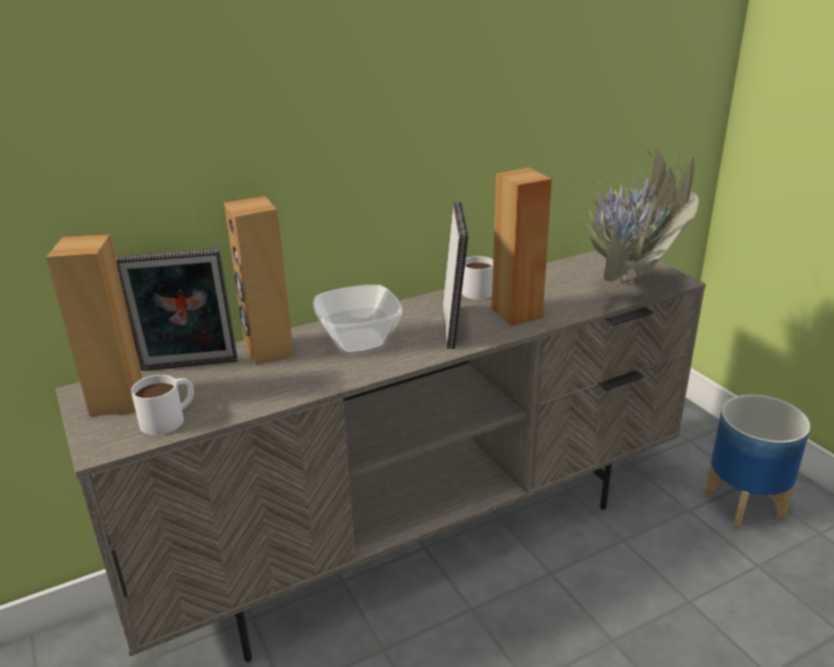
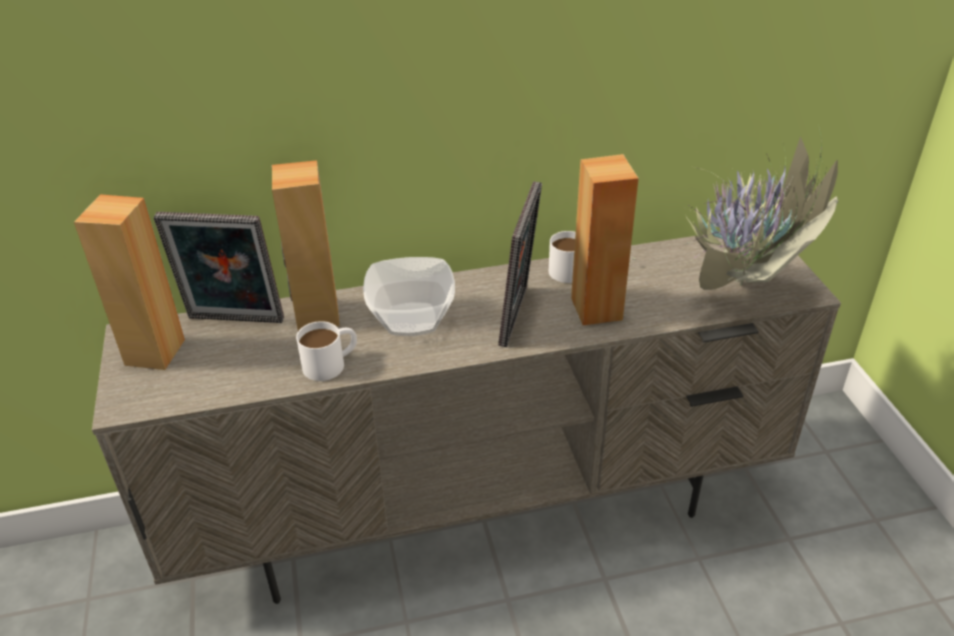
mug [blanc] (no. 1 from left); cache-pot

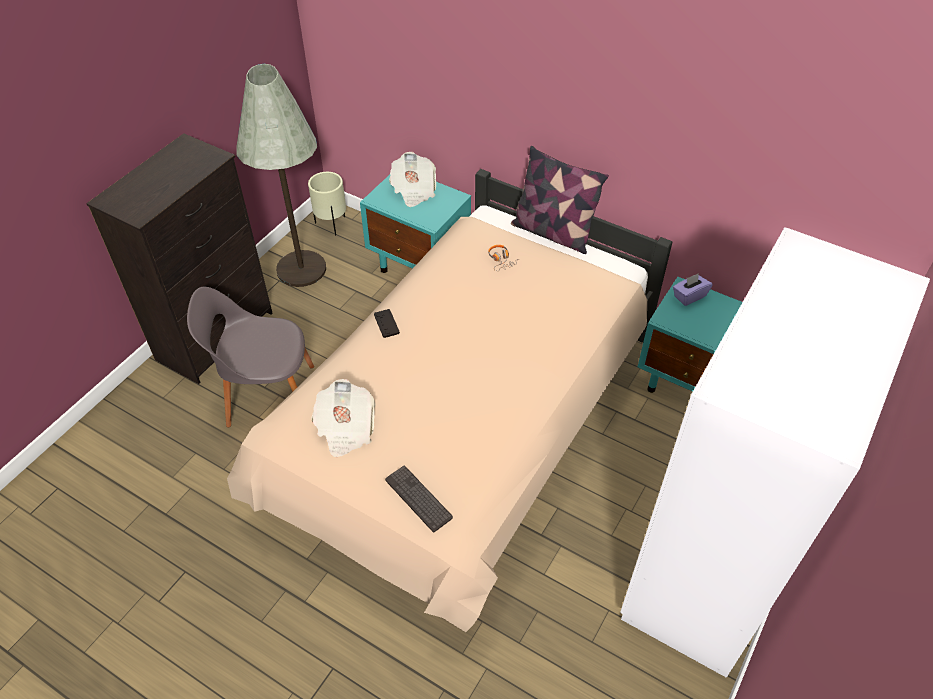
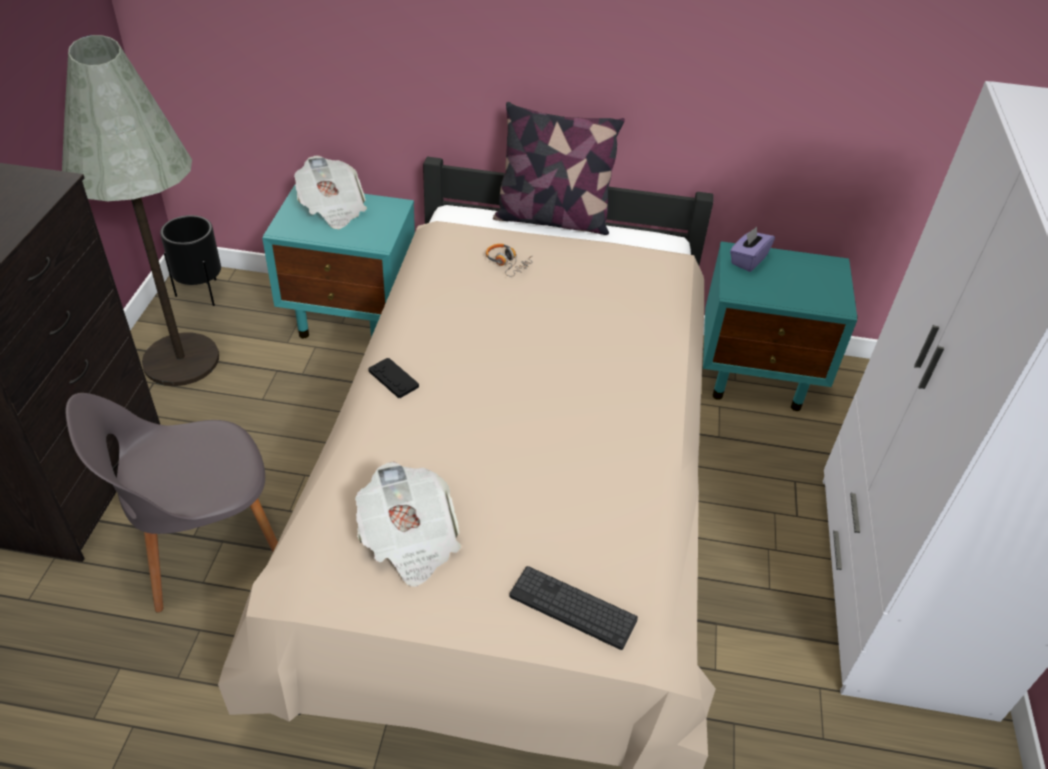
cache-pot [noir]

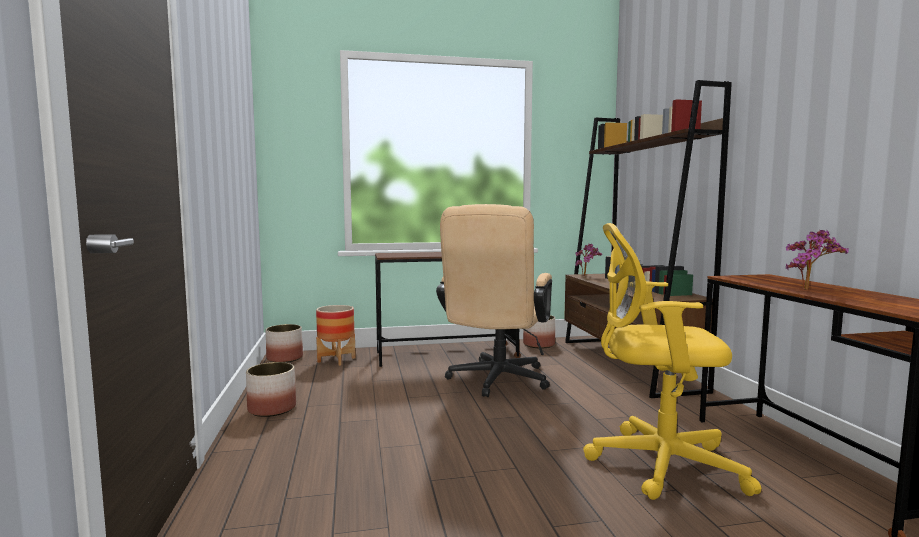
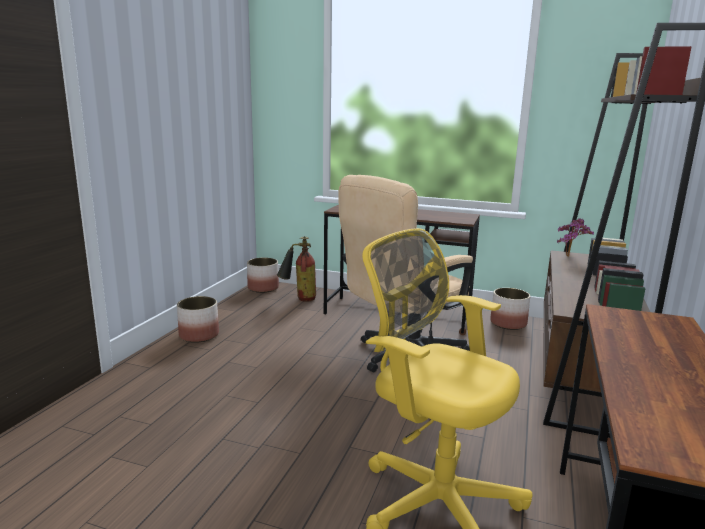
plante en pot (no. 2 from left in the first image); extincteur

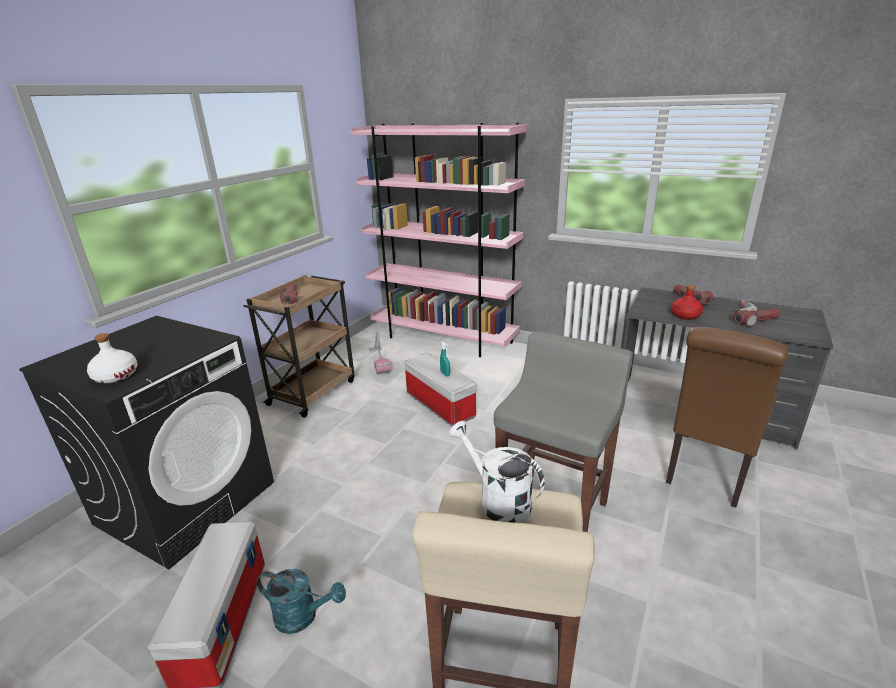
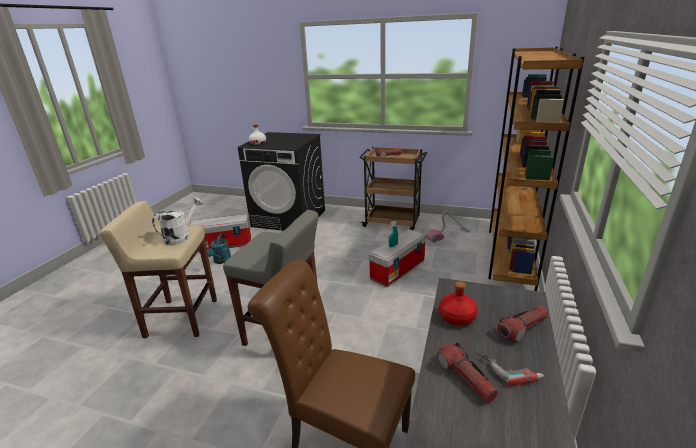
bibliothèque [marron]

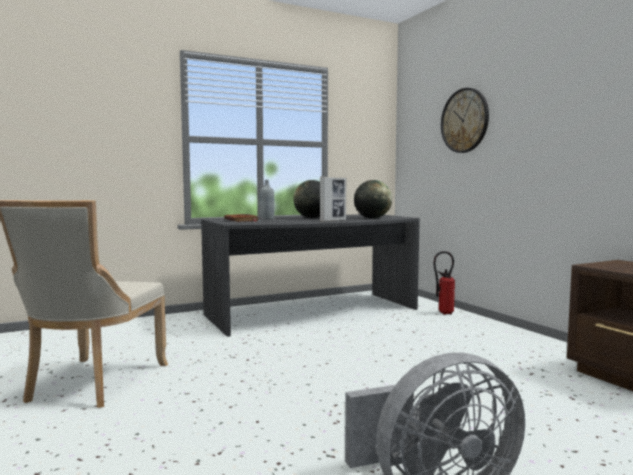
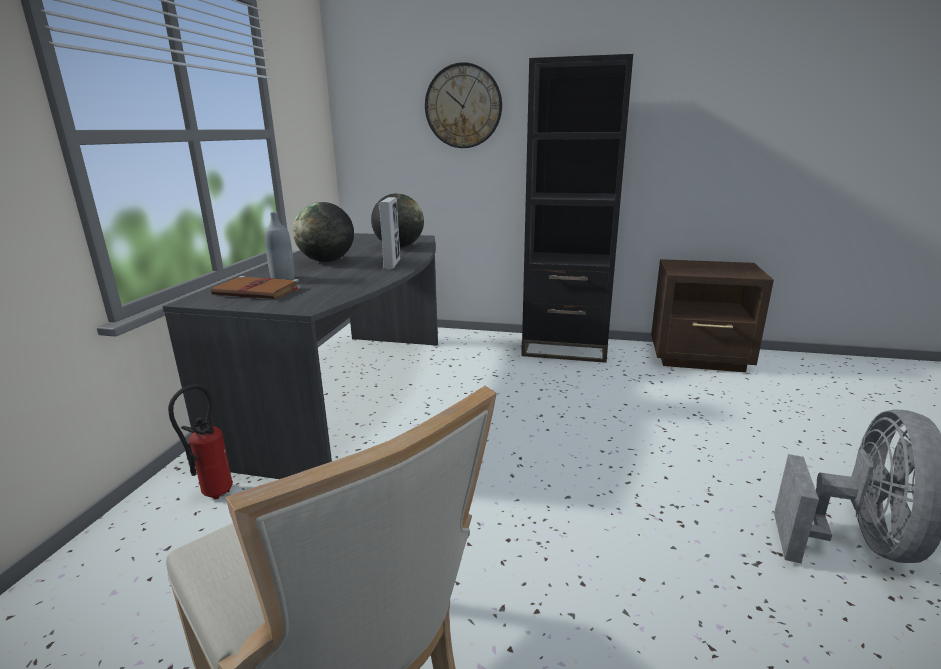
extincteur; bibliothèque [noir]

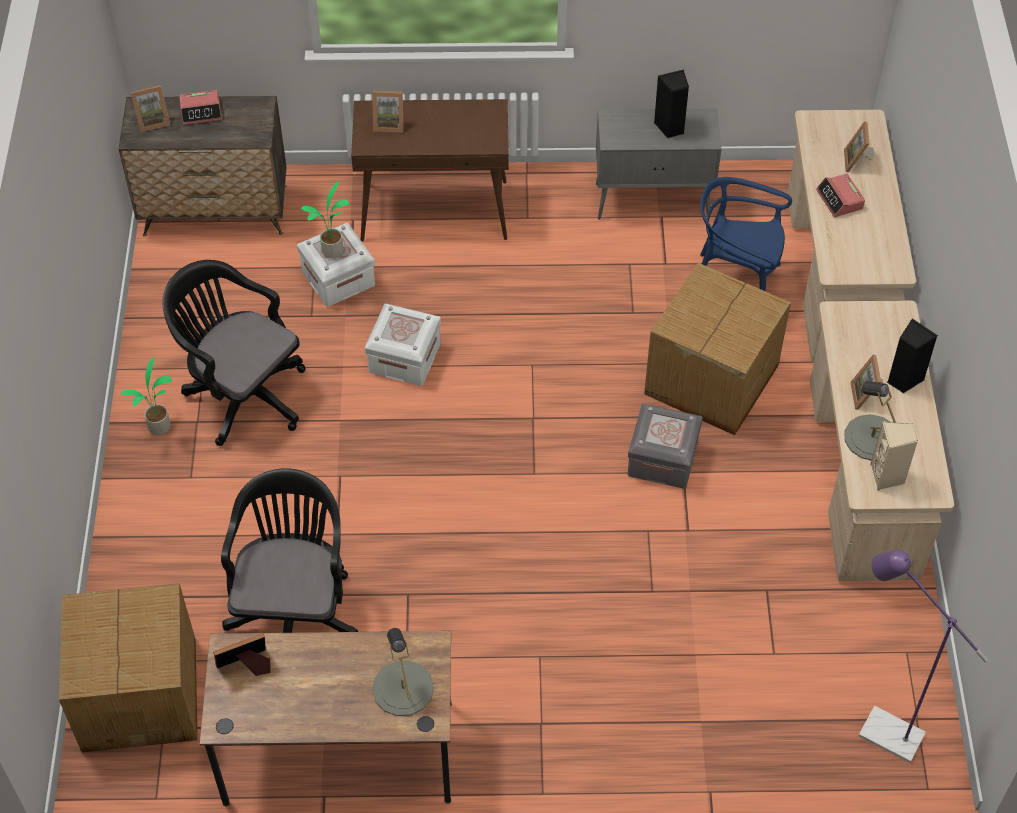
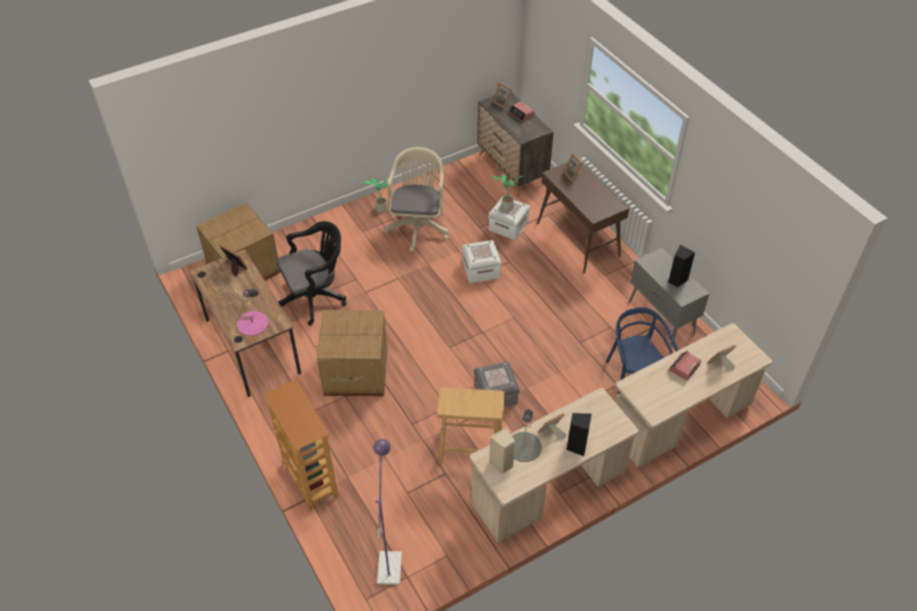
chaise de bureau [beige]; carton (no. 2 from left); lampe de table [rose]; bibliothèque; tabouret [beige]

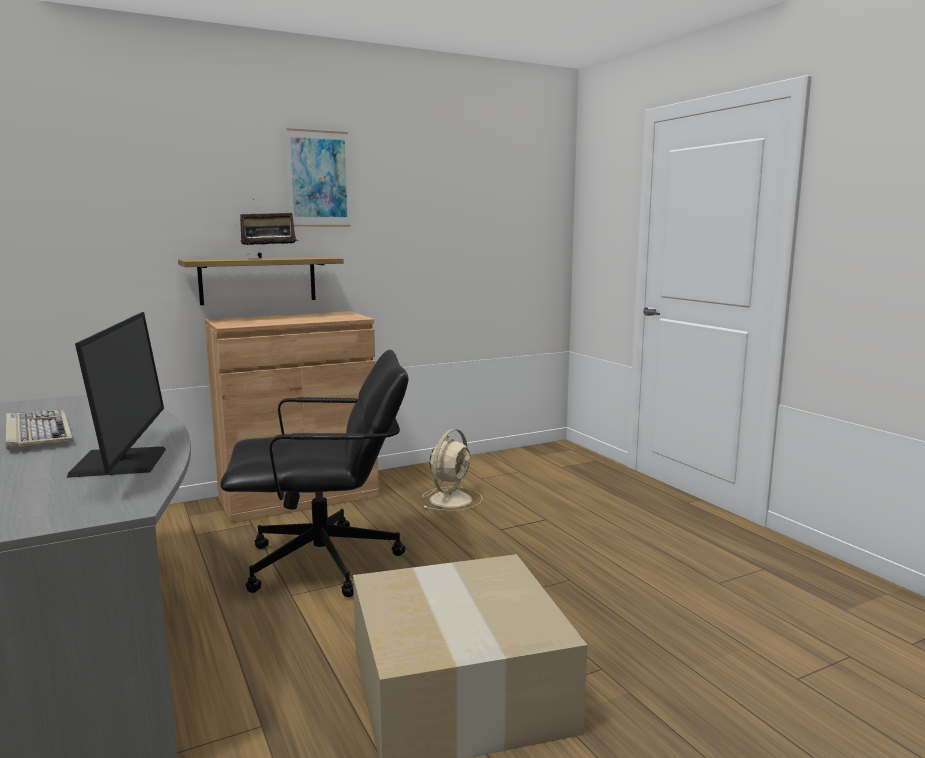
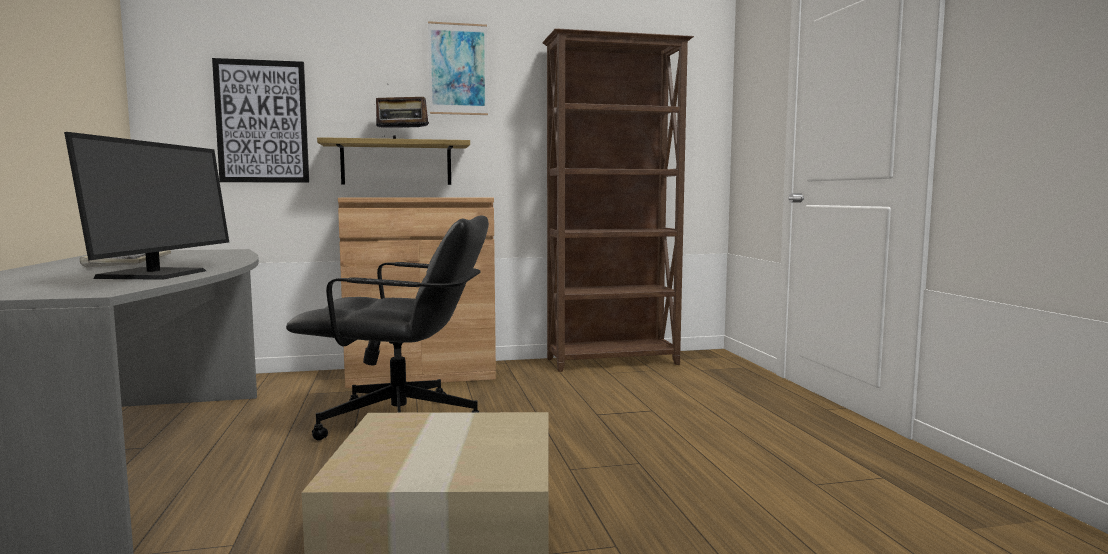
ventilateur [beige]; bibliothèque [marron]; tableau (no. 1 from left)

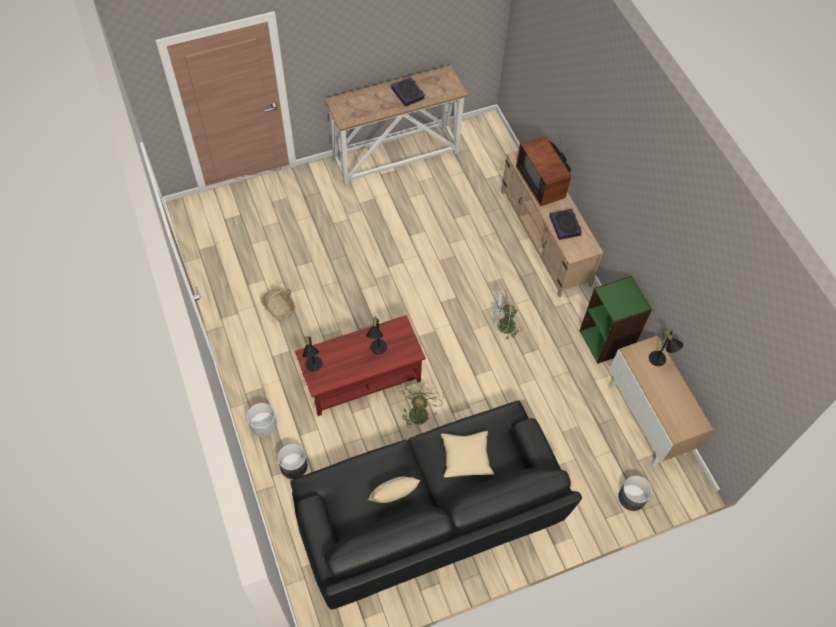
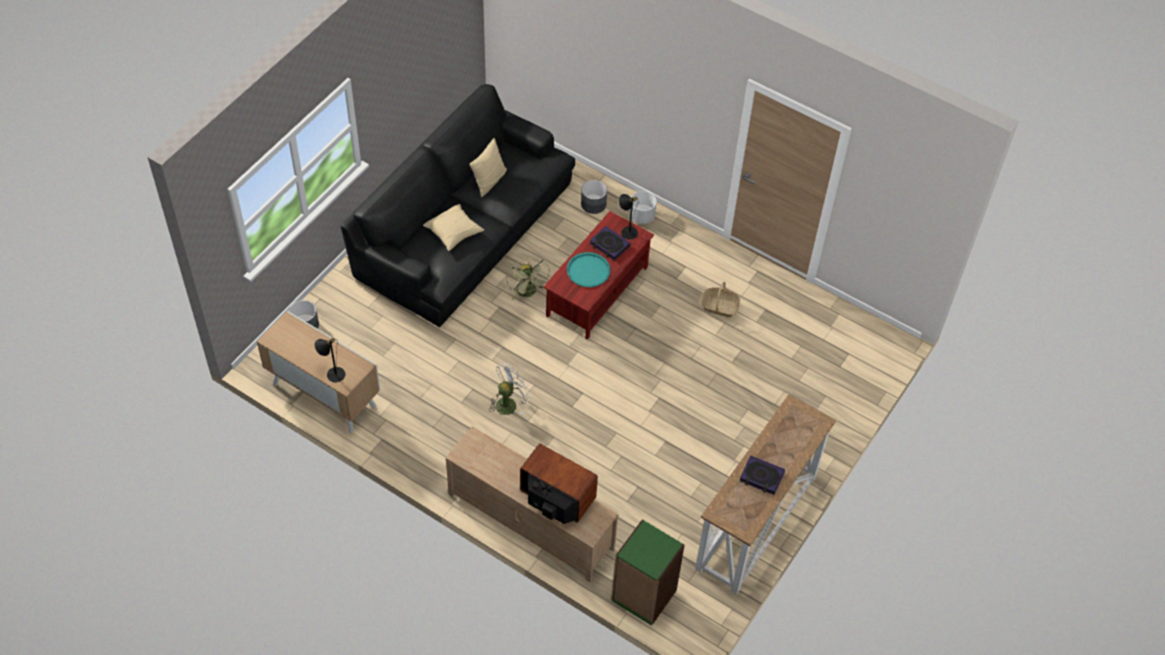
livre (no. 1 from left); bibliothèque [vert]; plateau [turquoise]

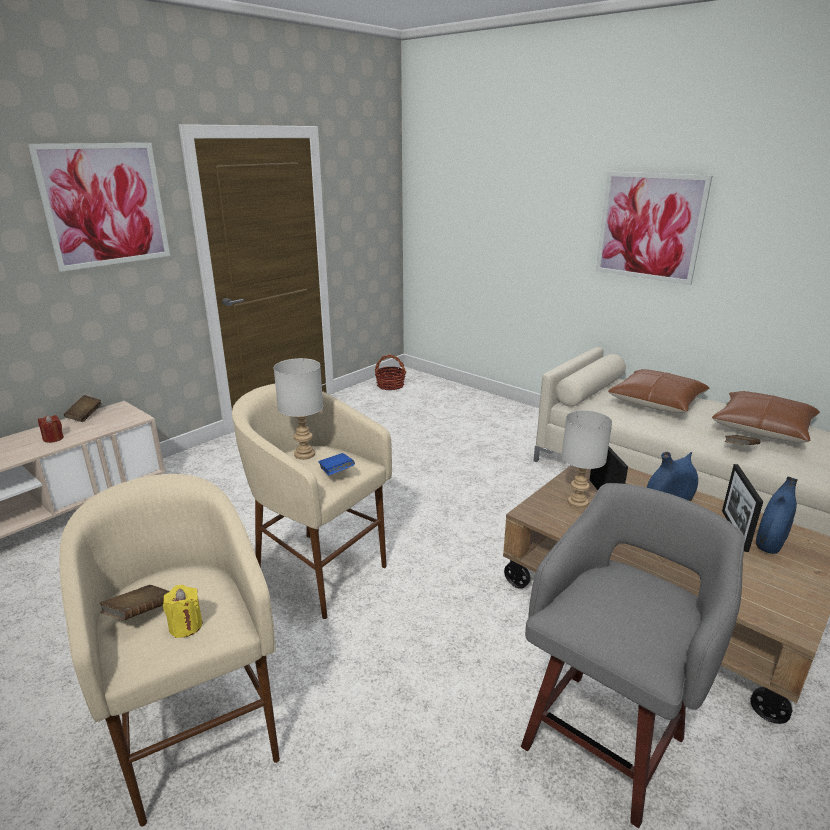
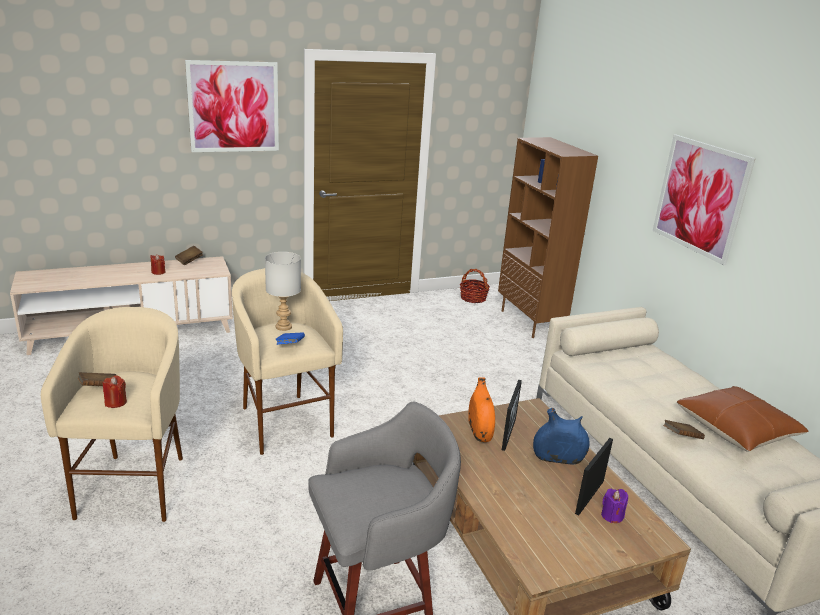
coussin [marron] (no. 1 from left in the first image); vase [orange]; bougie [violet]; bougie [rouge] (no. 1 from left); bibliothèque [marron]

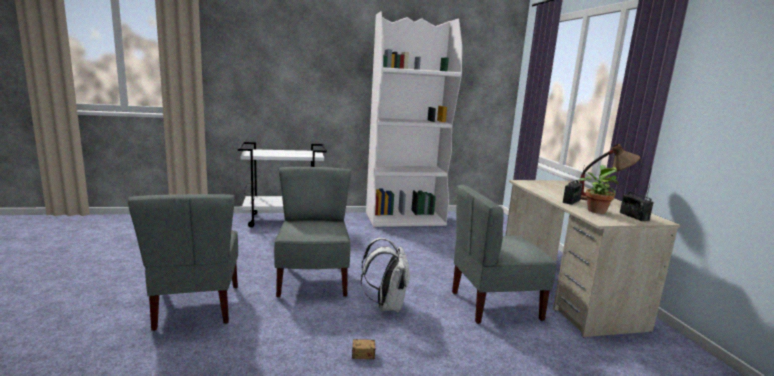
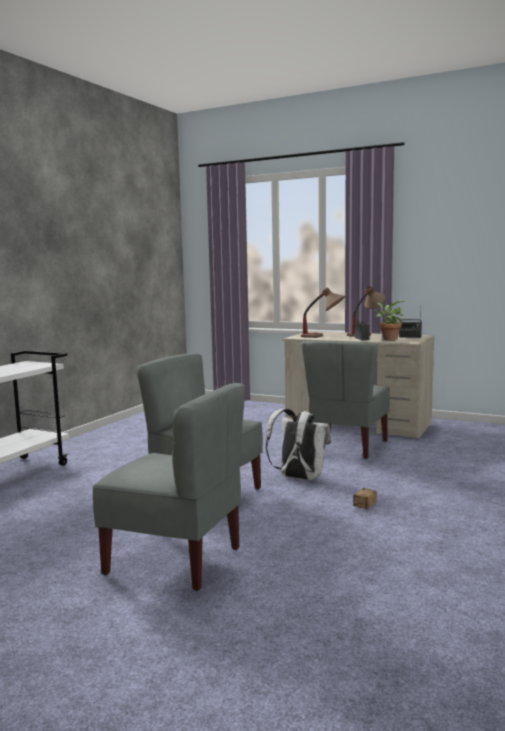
bibliothèque [blanc]; lampe de table (no. 1 from left)

